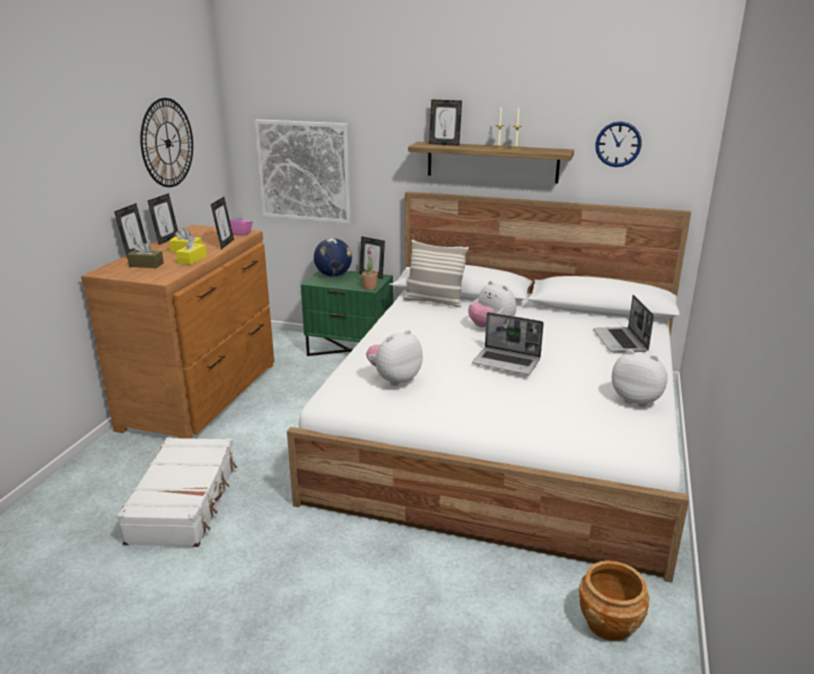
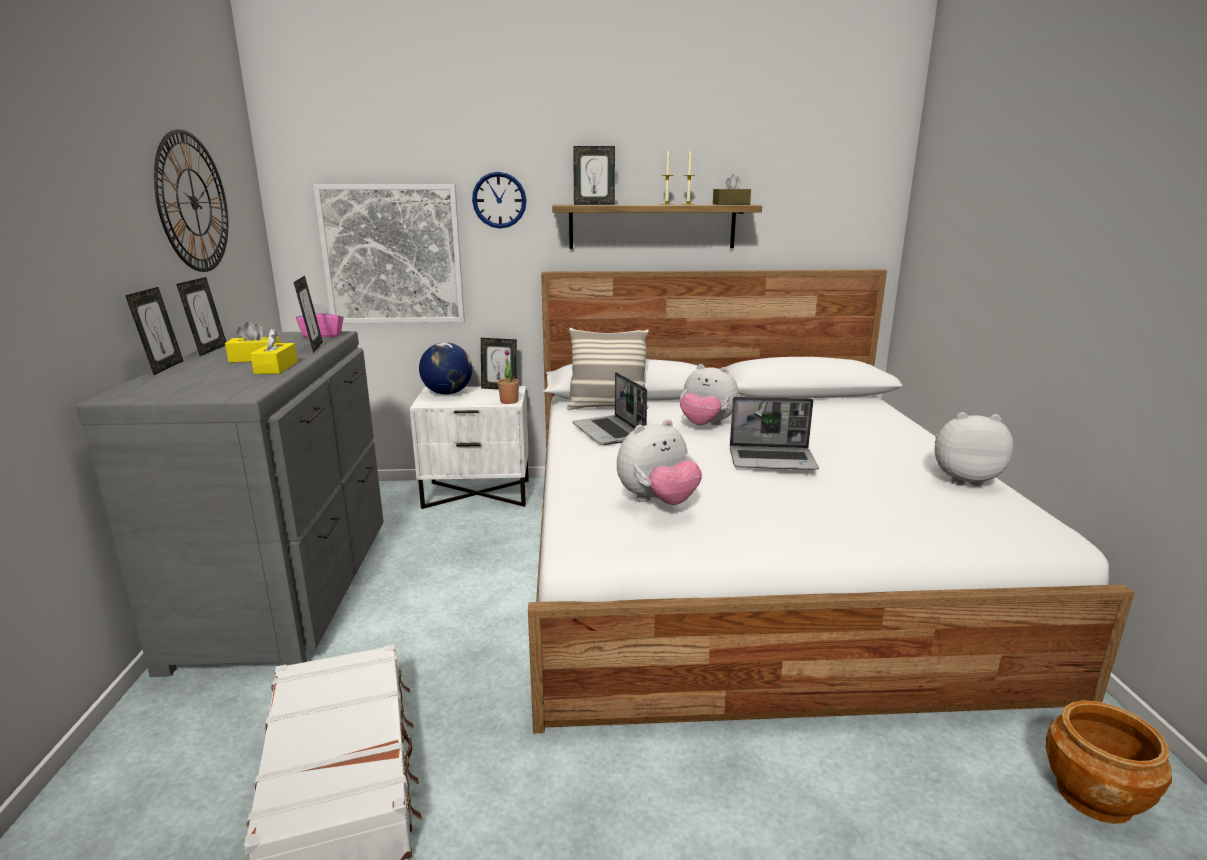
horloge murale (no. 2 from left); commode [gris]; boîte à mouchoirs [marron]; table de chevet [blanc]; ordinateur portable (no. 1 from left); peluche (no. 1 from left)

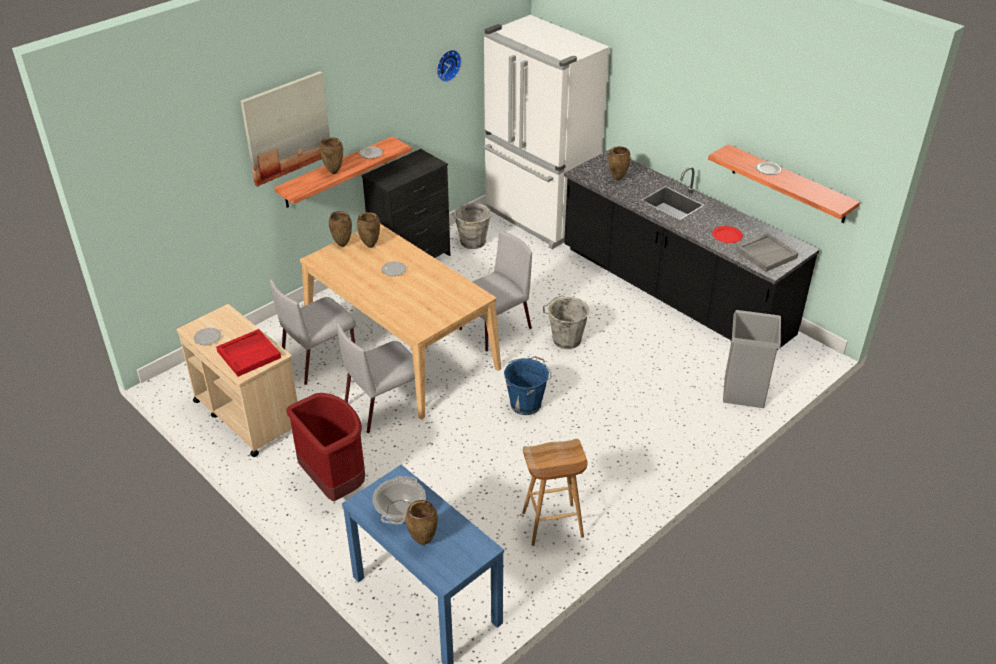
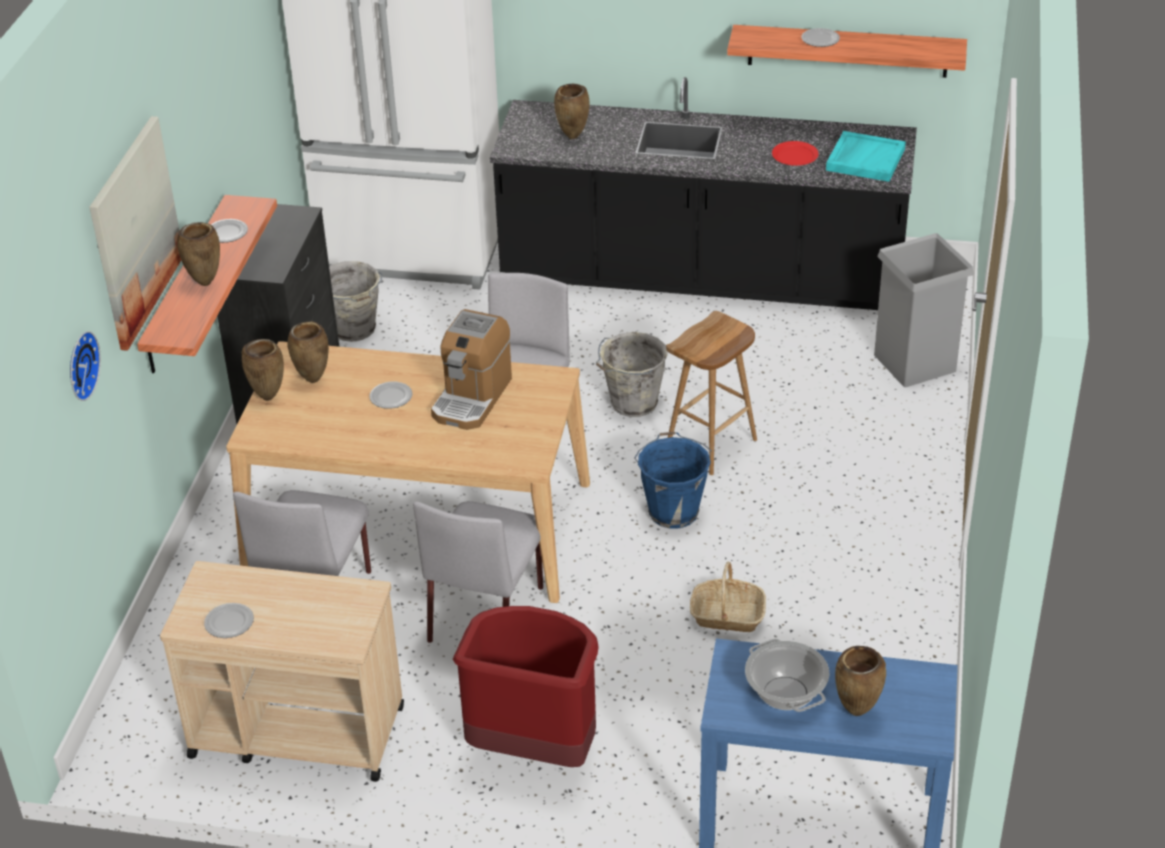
horloge murale; plateau [turquoise]; plateau [rouge]; tabouret [marron]; machine à café; panier

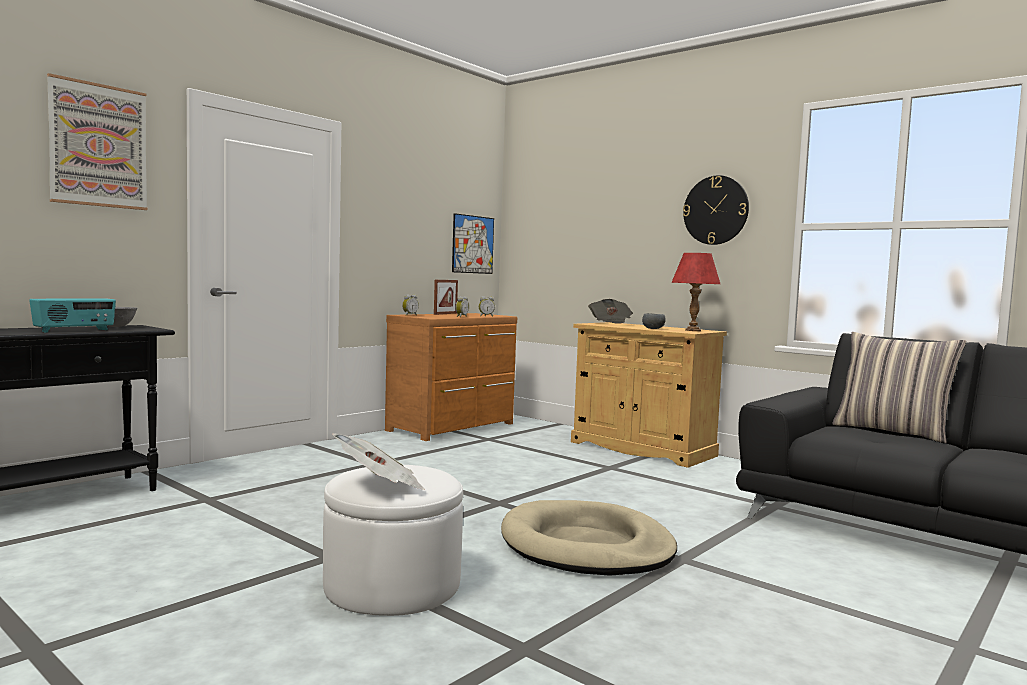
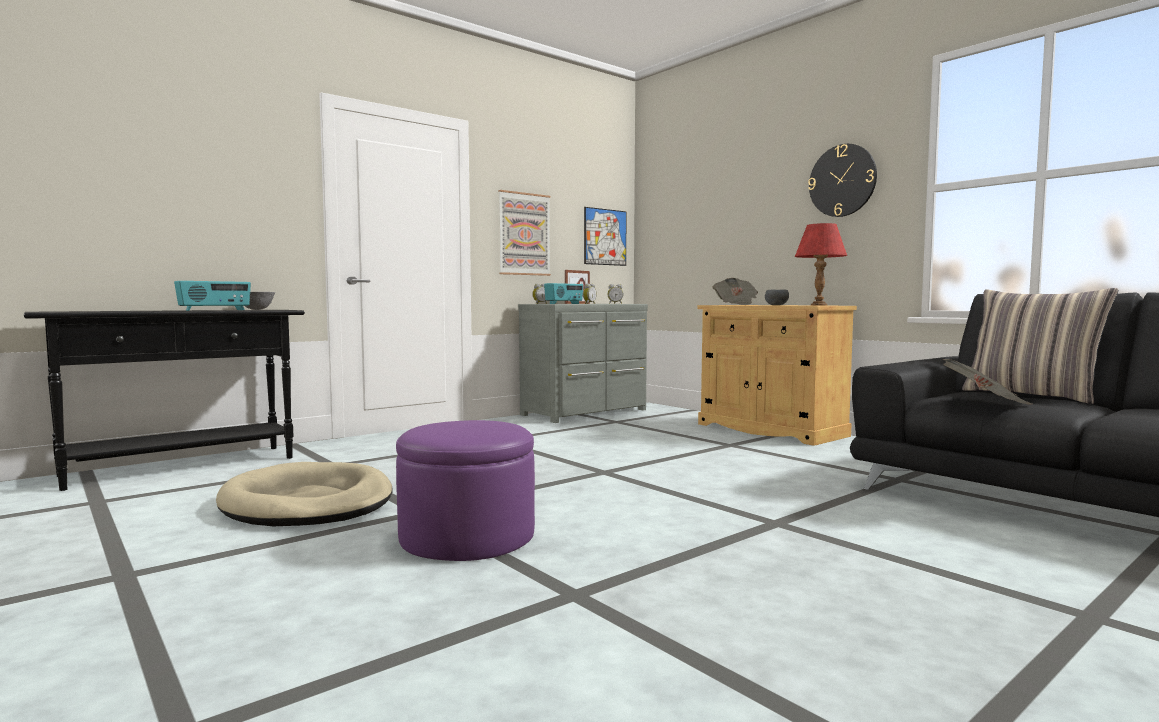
tableau (no. 1 from left); commode [gris]; journal (no. 2 from left); pouf [violet]; panier pour chien [beige]; radio (no. 2 from left)

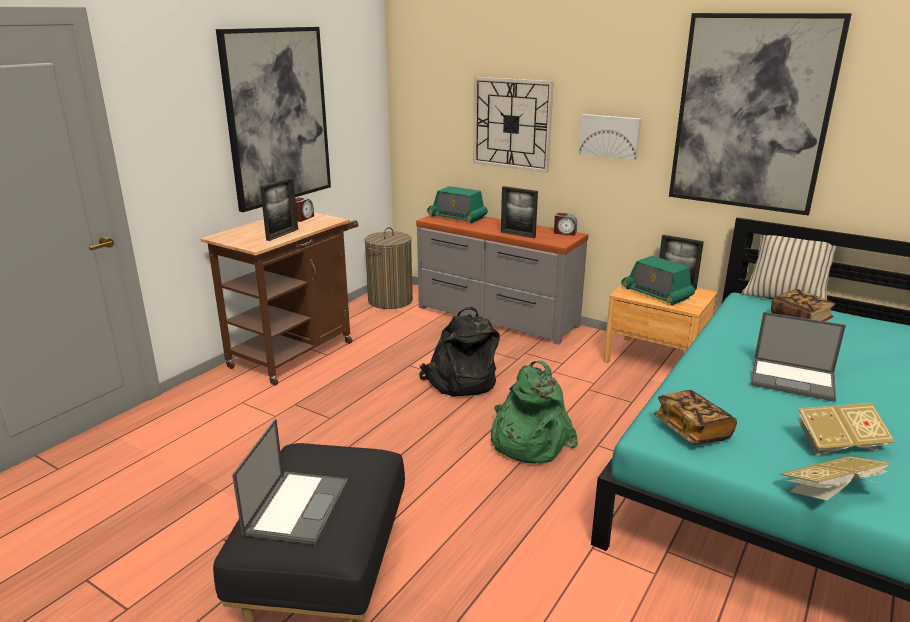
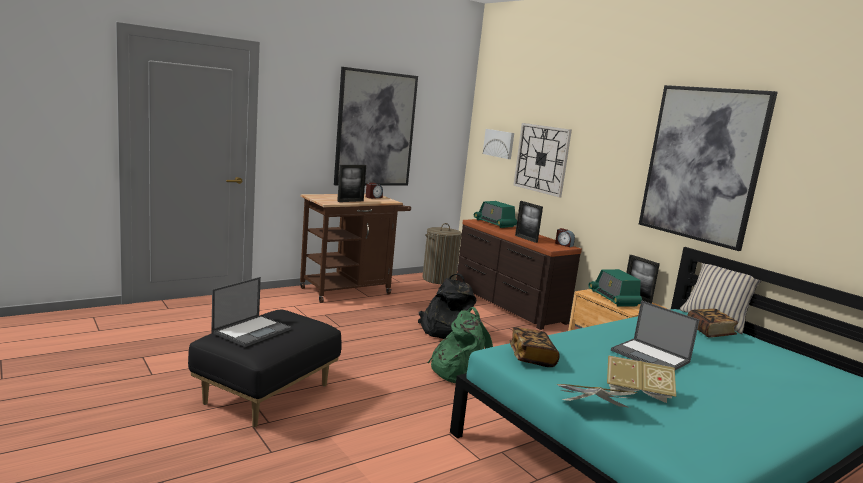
tableau (no. 2 from left); commode [marron]

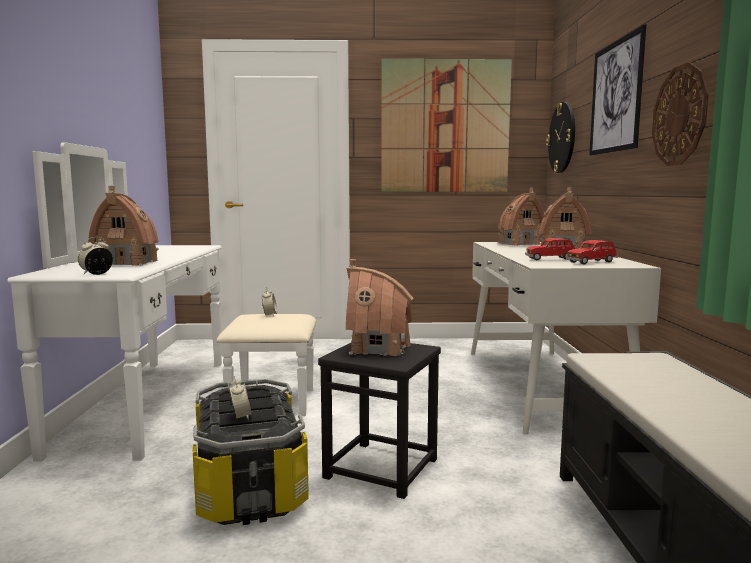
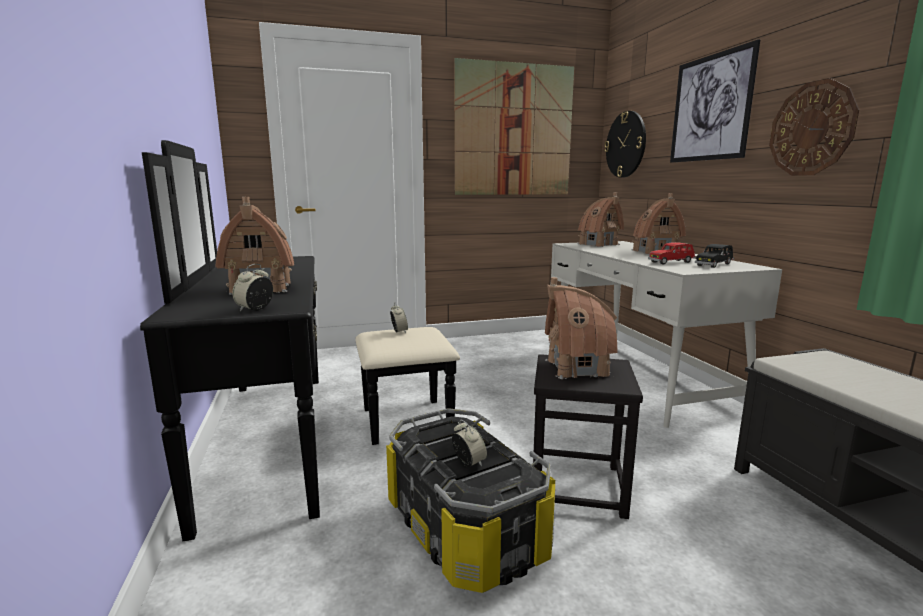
commode [noir]; petite voiture [noir]

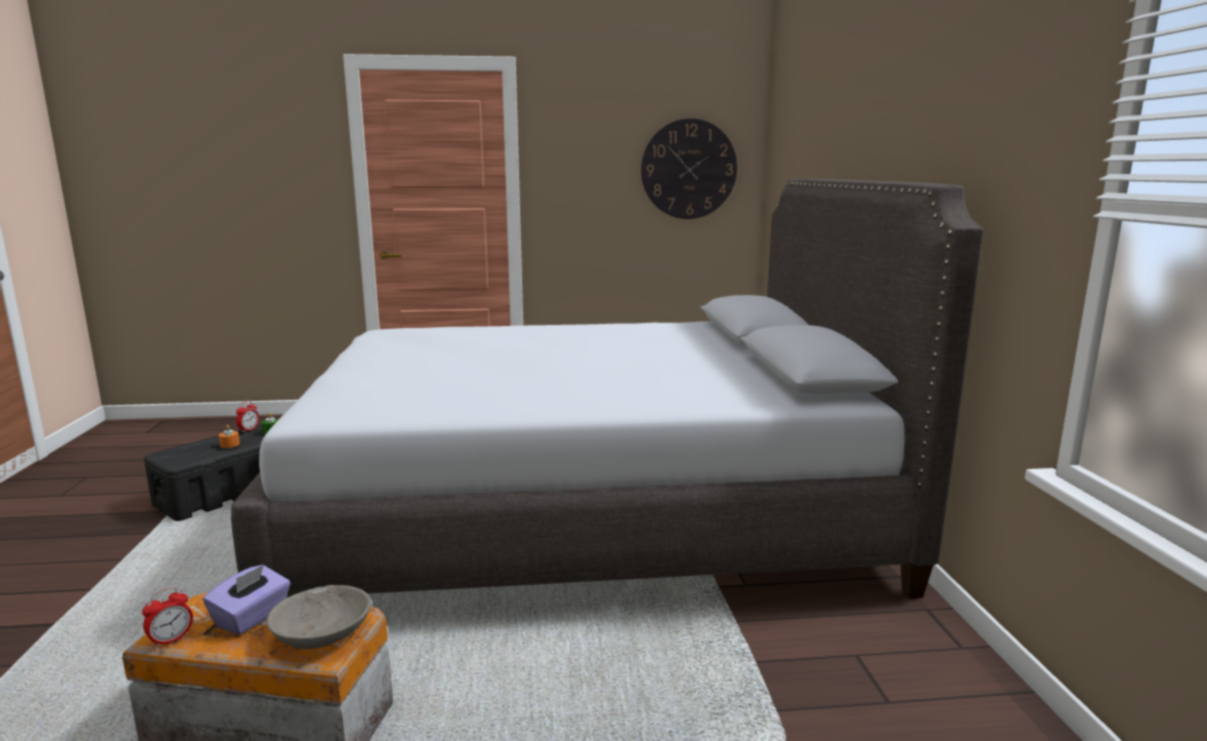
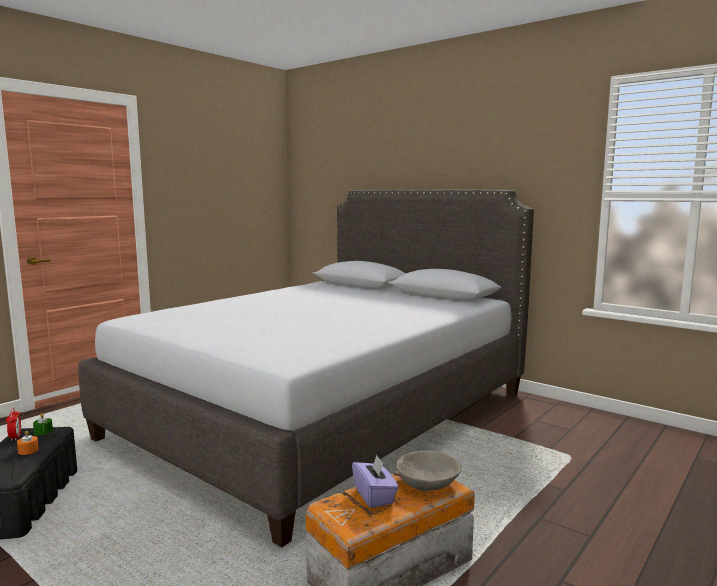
horloge murale; réveil (no. 1 from left in the first image)

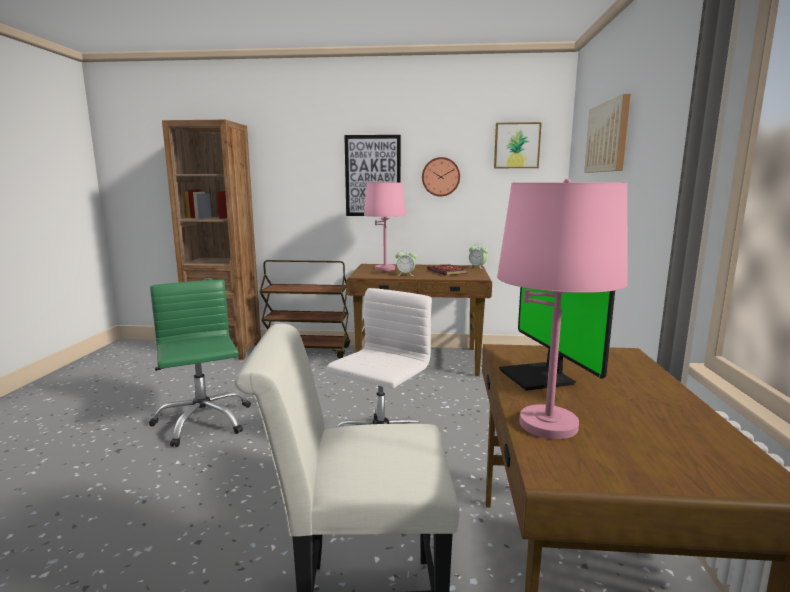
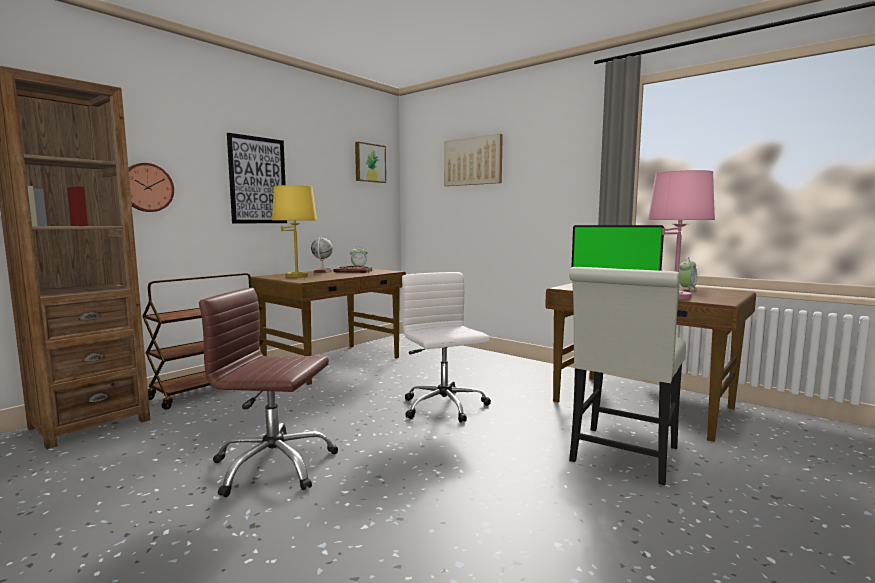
horloge murale; lampe de table [jaune]; réveil (no. 2 from left); chaise de bureau [marron]; globe

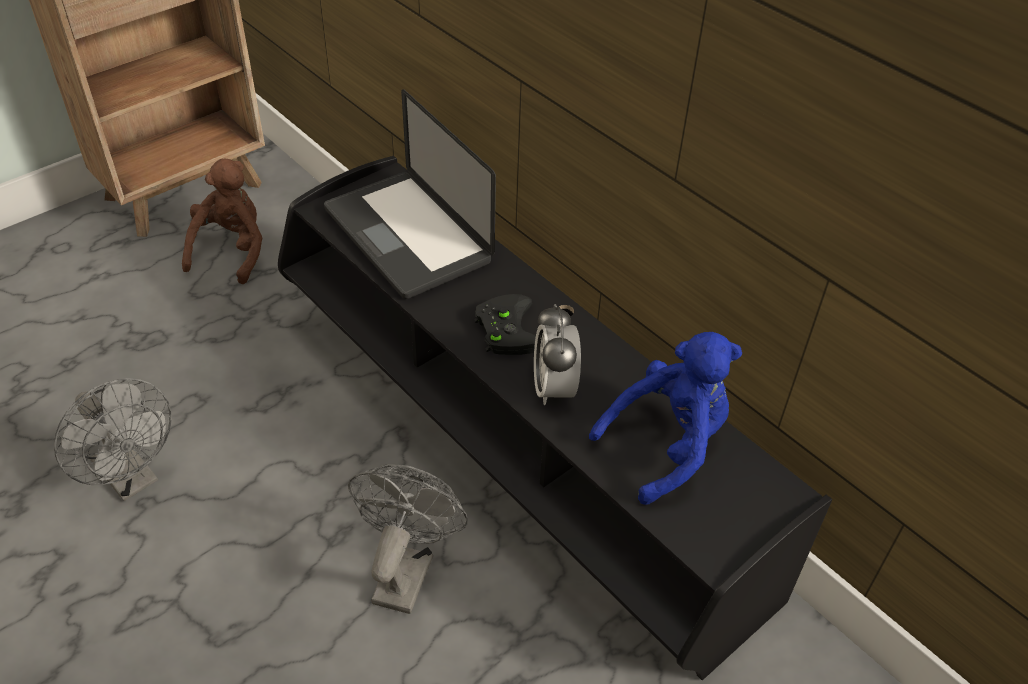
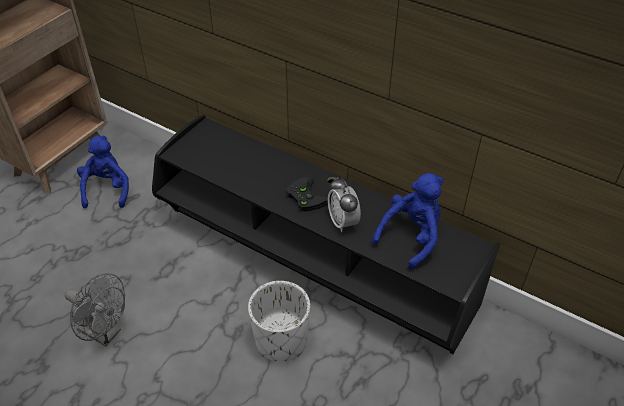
ordinateur portable; peluche [bleu] (no. 1 from left); cache-pot [blanc]

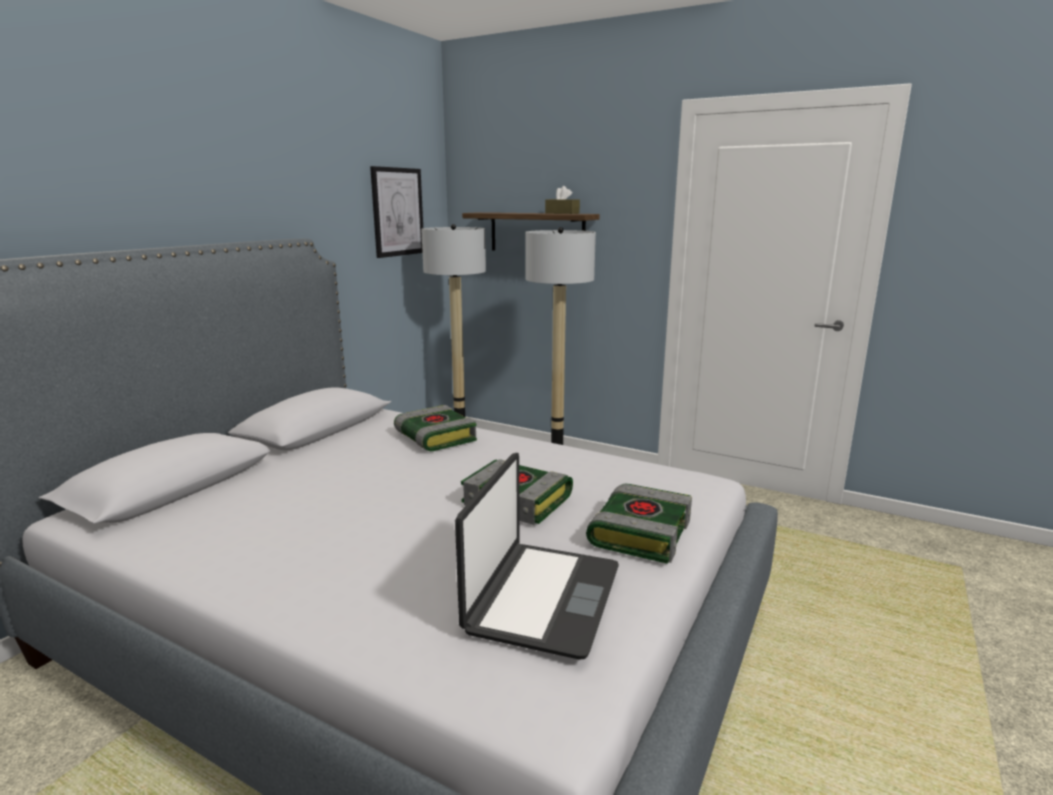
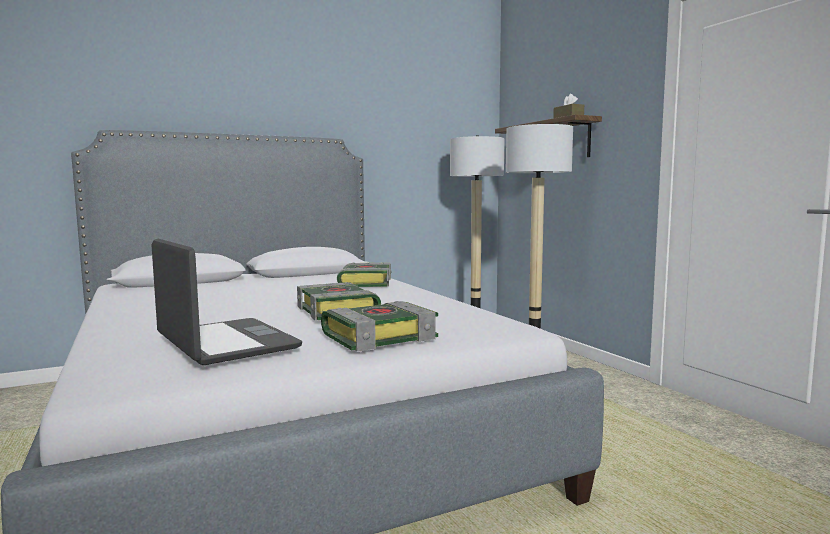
tableau; ordinateur portable

